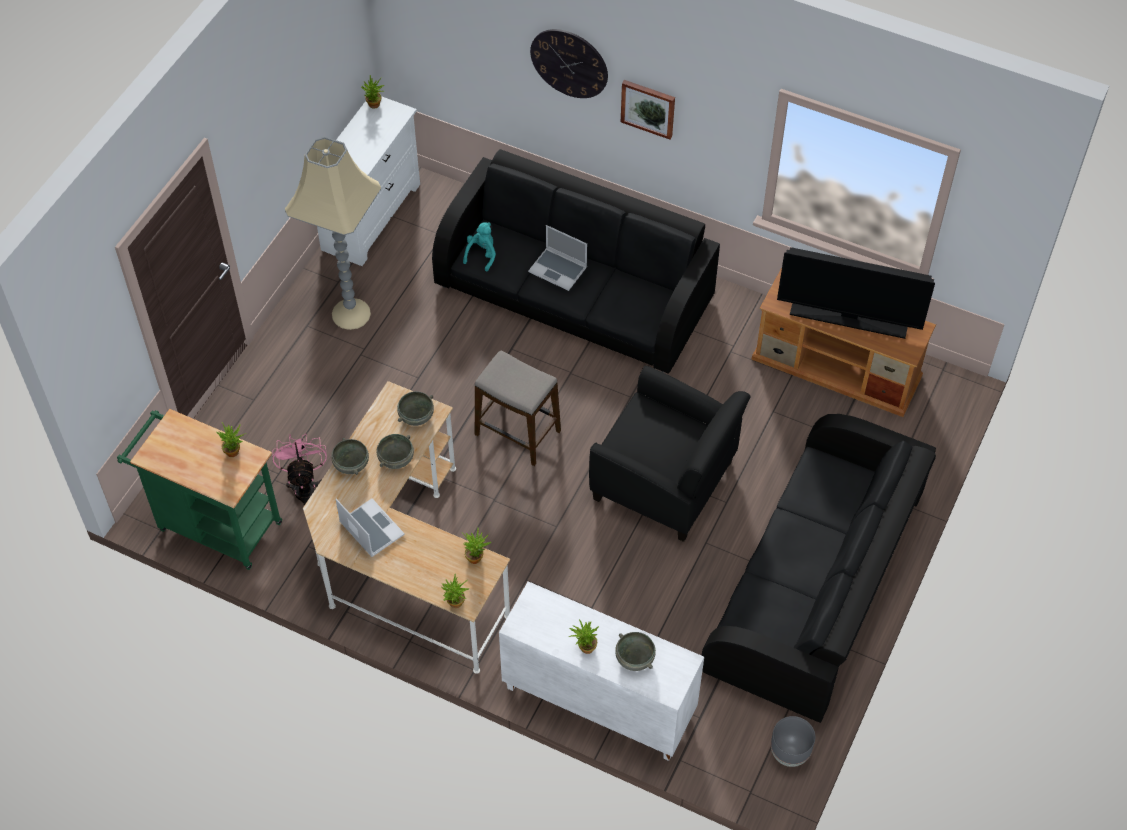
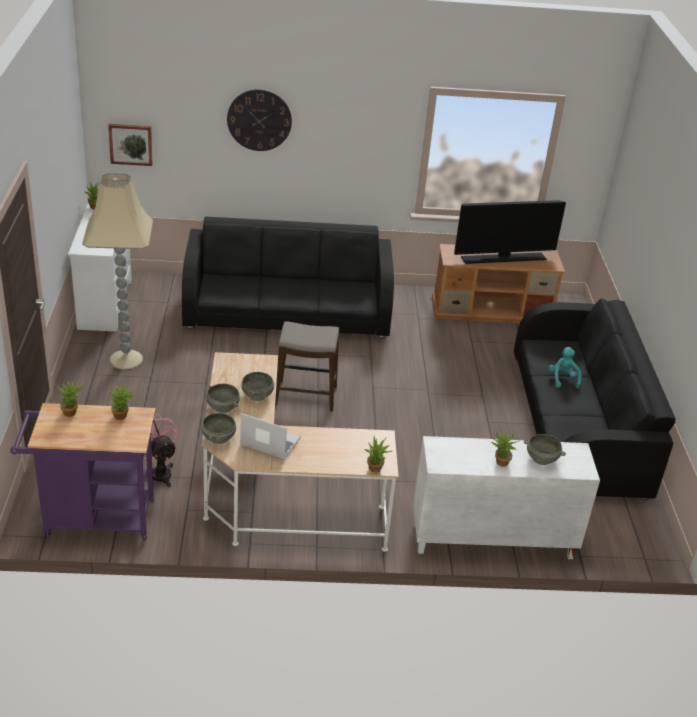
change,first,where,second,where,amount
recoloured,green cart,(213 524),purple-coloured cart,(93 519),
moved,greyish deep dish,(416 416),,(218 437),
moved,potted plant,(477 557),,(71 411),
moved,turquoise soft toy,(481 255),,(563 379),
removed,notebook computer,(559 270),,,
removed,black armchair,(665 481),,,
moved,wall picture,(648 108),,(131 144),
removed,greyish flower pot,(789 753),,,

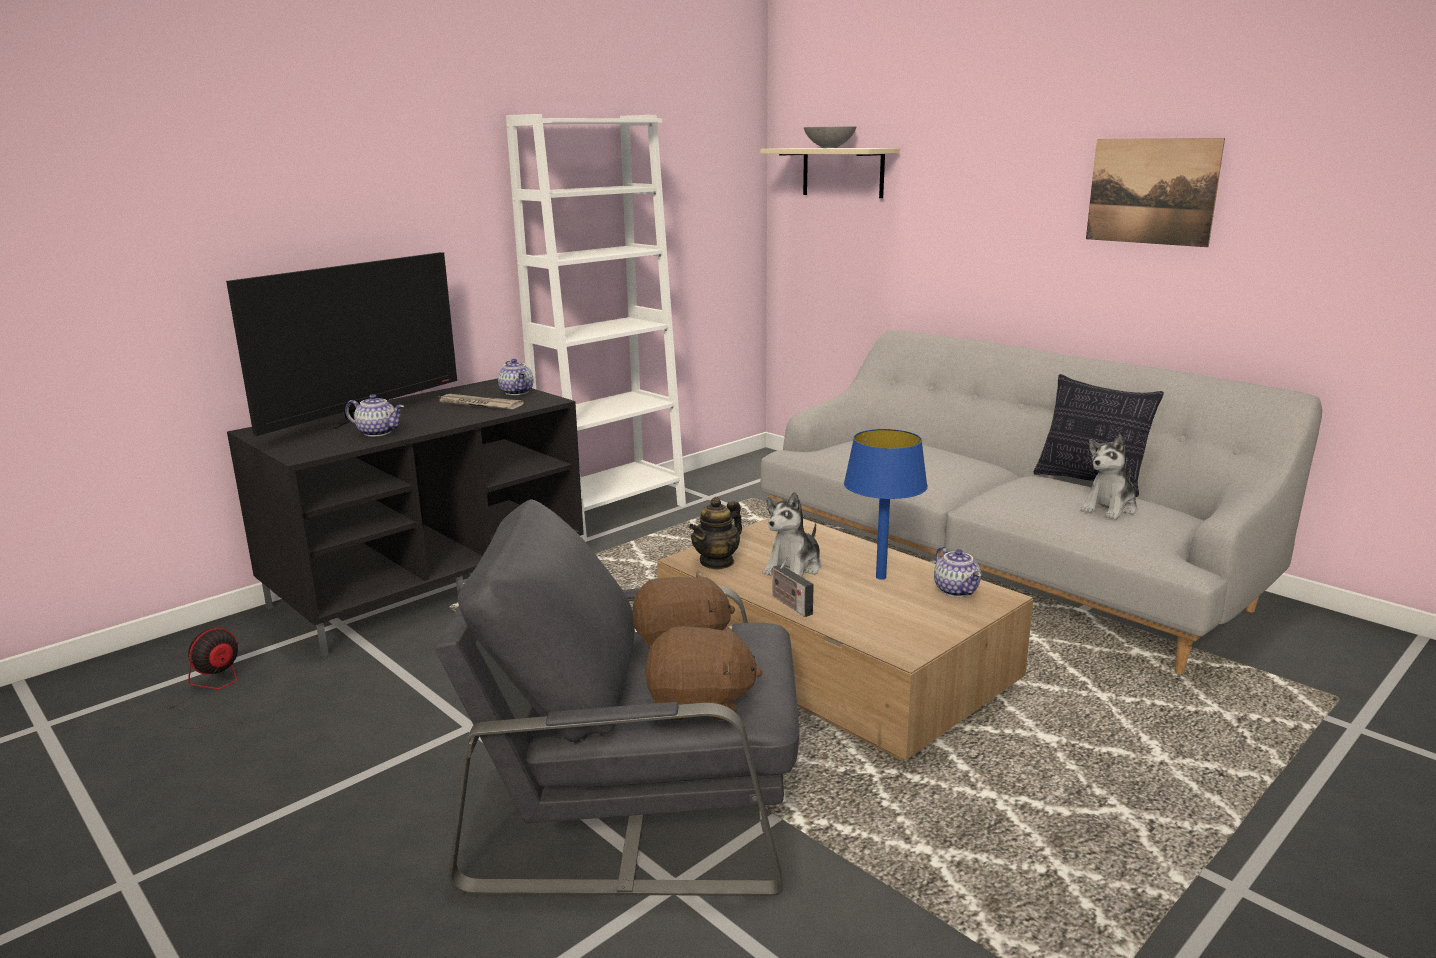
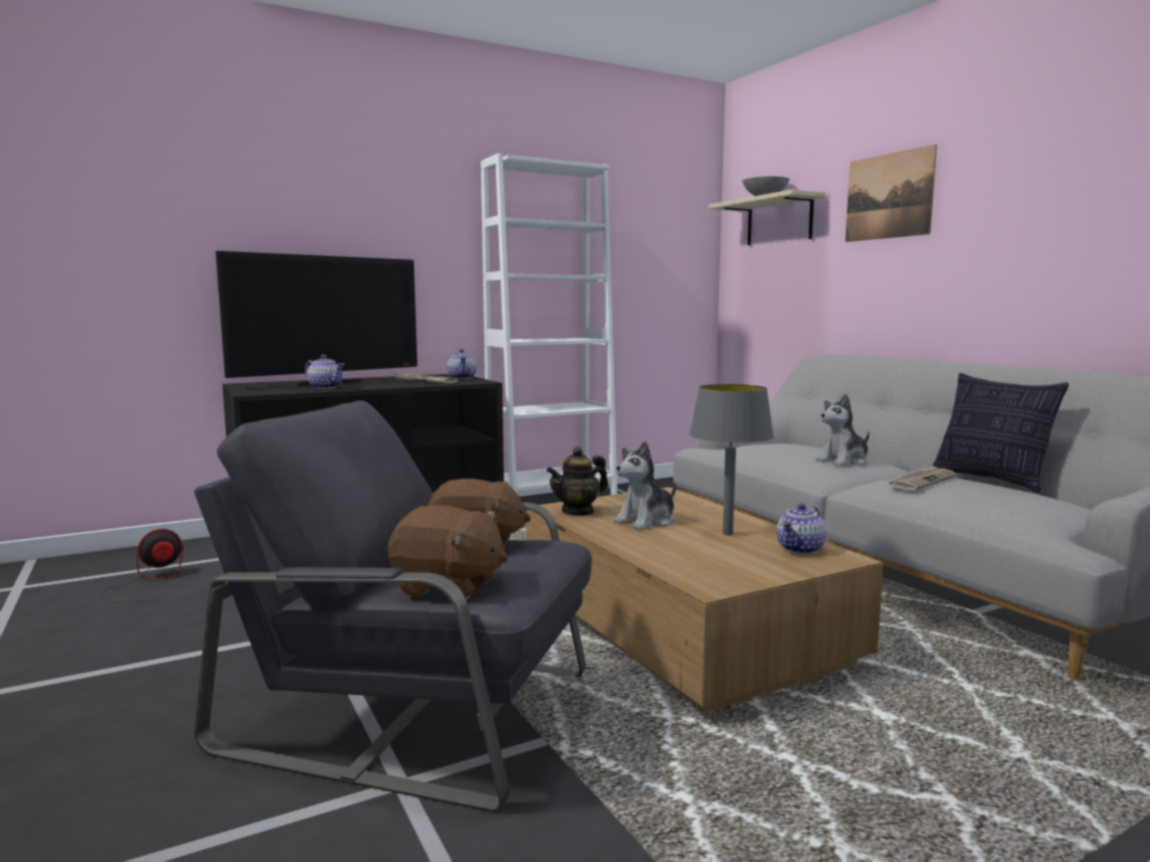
change,first,where,second,where,amount
removed,radio receiver,(789 604),,,
recoloured,blue lamp for a table,(881 577),greyish lamp for a table,(727 534),
turned,teapot,(957 590),,(801 549),45 degrees clockwise
moved,soft toy,(1110 508),,(844 461),
moved,wall picture,(1151 191),,(888 196),
added,,,newspaper,(921 481),

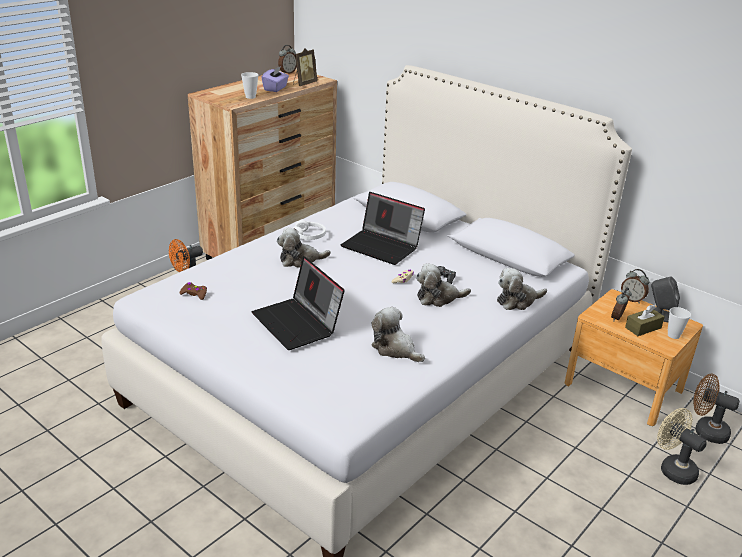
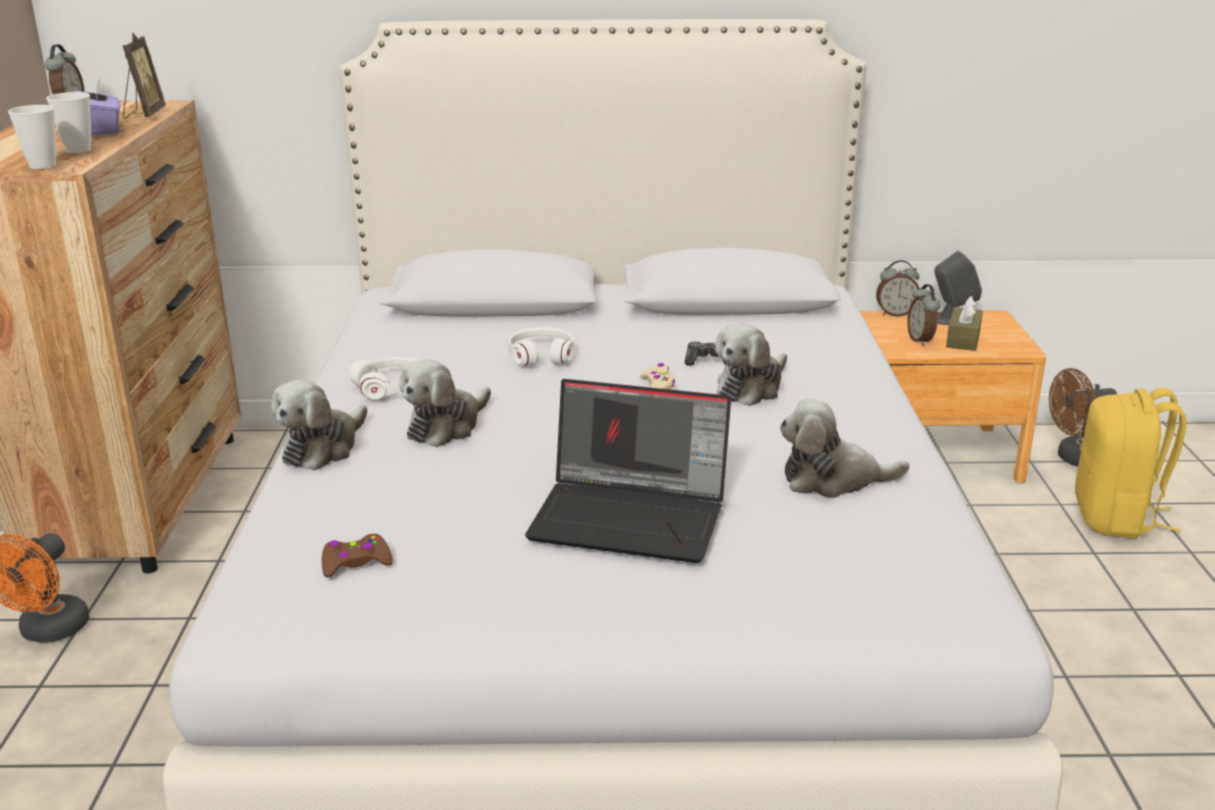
change,first,where,second,where,amount
replaced,notebook computer,(382 246),white-coloured headset,(541 355),
moved,soft toy,(517 301),,(323 448),
replaced,beige-coloured electric fan,(673 469),yellow rucksack,(1116 518),
moved,small cup,(673 335),,(42 166),

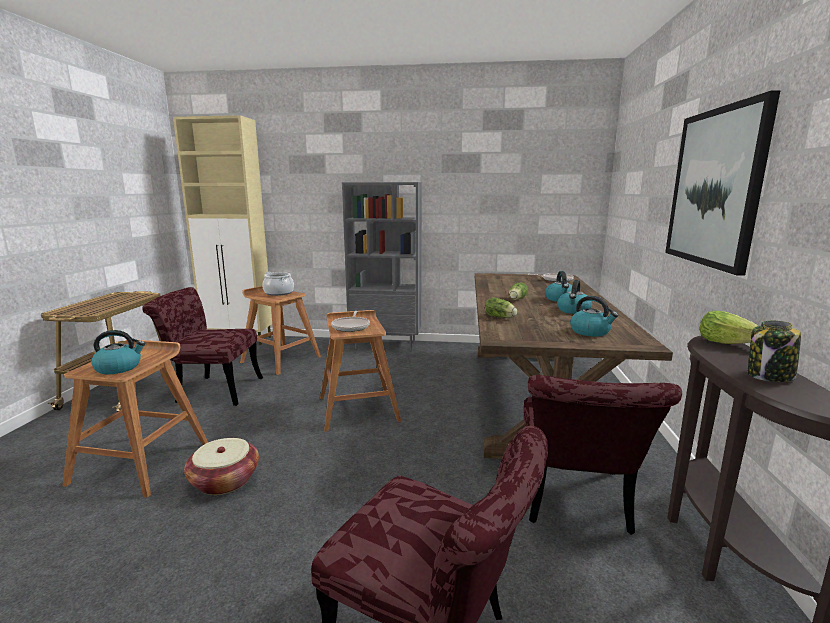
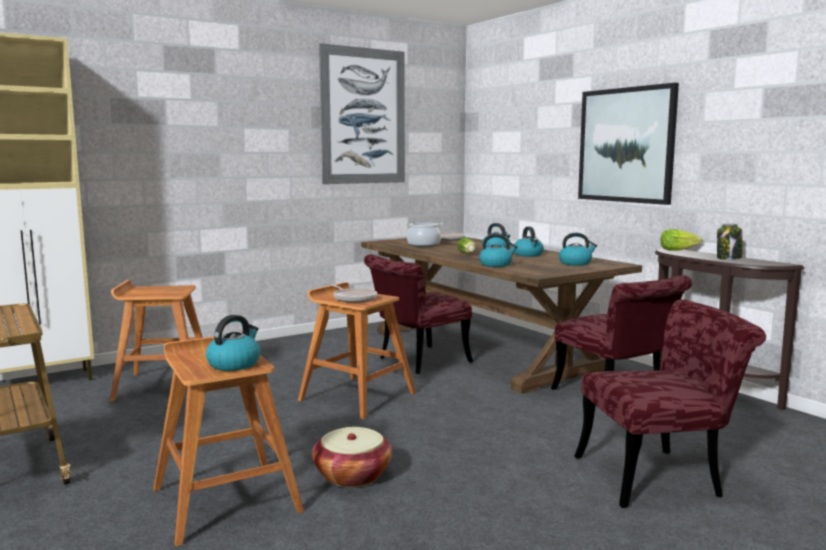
change,first,where,second,where,amount
moved,red-coloured chair,(211 390),,(416 362),
moved,cooking pot,(279 293),,(423 245),
removed,greyish bookcase,(386 345),,,
replaced,lettuce head,(501 317),water kettle,(496 264),
added,,,wall picture,(363 116),

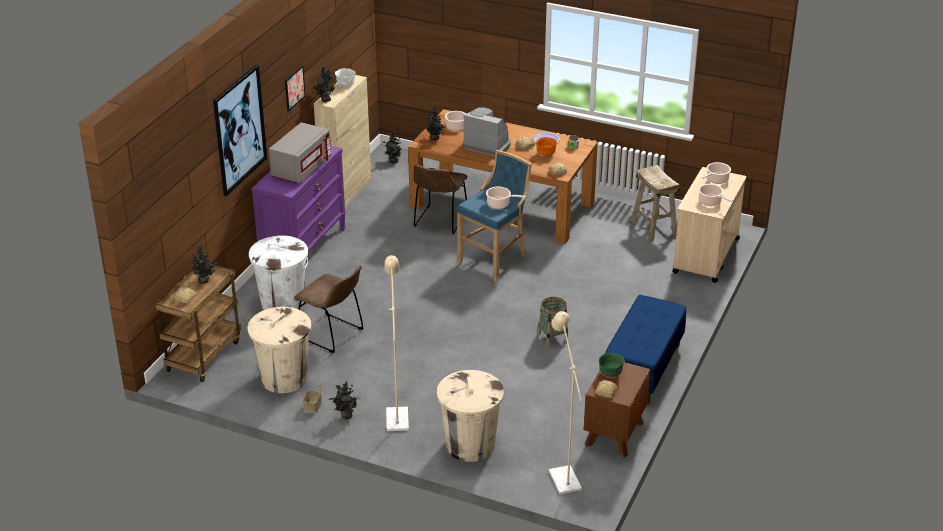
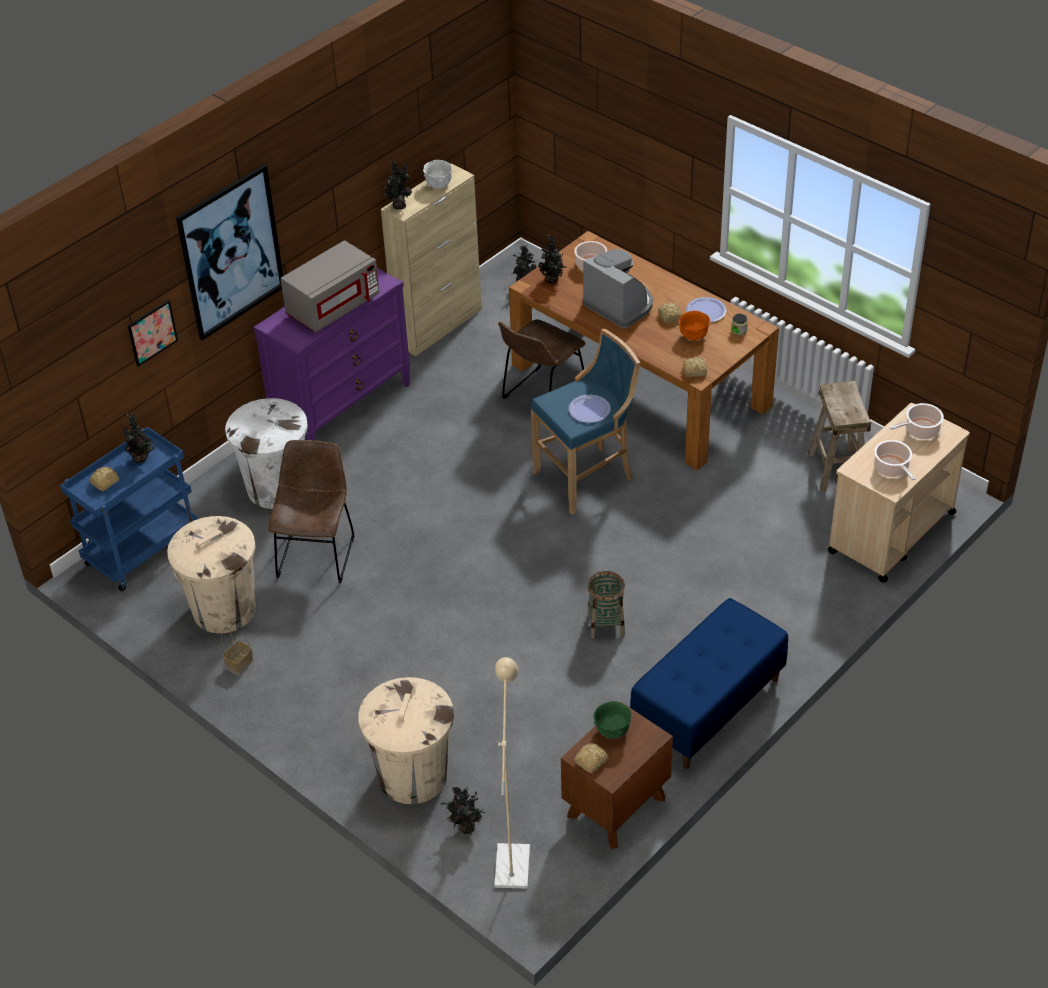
change,first,where,second,where,amount
recoloured,brownish cart,(203 355),blue cart,(142 549),
moved,wall picture,(294 88),,(152 332),
turned,brownish chair,(333 334),,(317 553),135 degrees counterclockwise
moved,potted plant,(346 416),,(465 828),
removed,beige-coloured standing lamp,(397 415),,,
replaced,cooking pot,(500 204),dinner plate,(589 410),

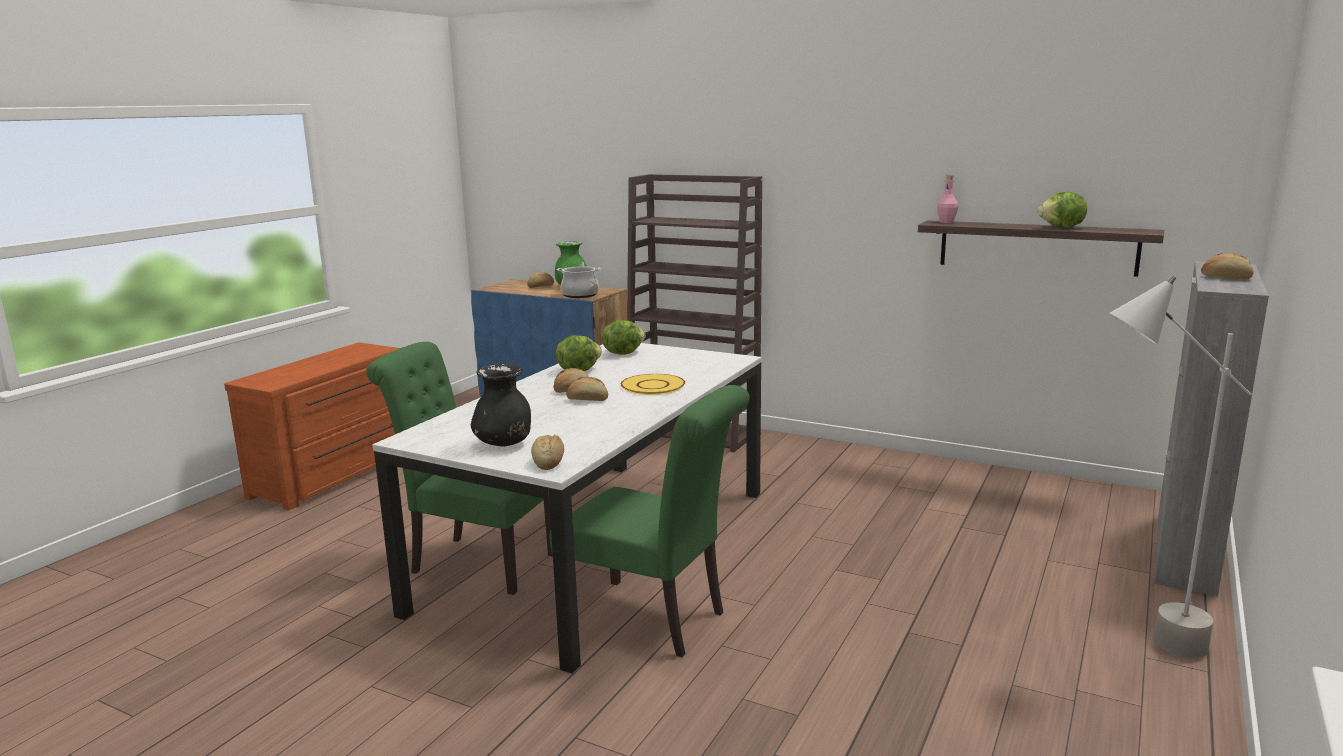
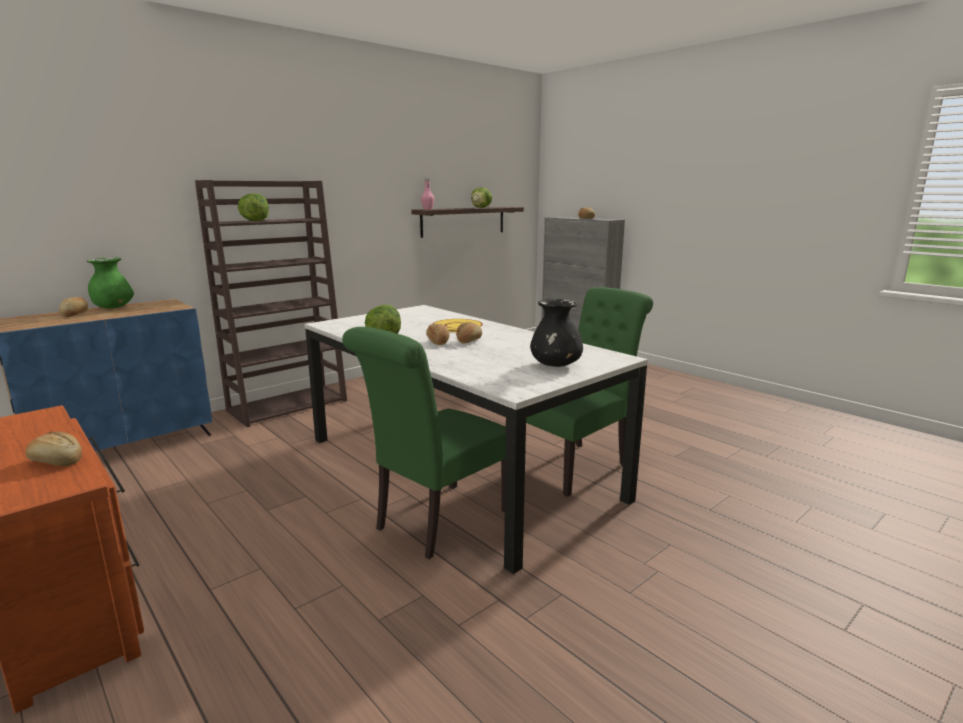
change,first,where,second,where,amount
moved,bread,(548 462),,(56 461),
removed,cooking pot,(579 295),,,
moved,lettuce head,(622 353),,(255 221),
removed,greyish standing lamp,(1140 645),,,

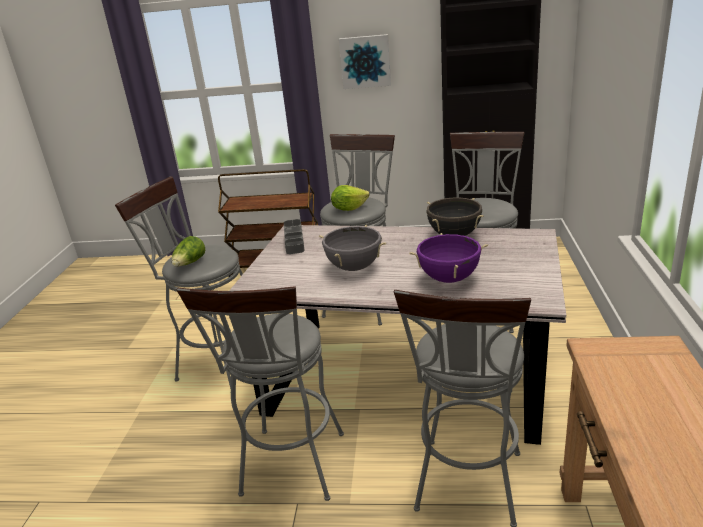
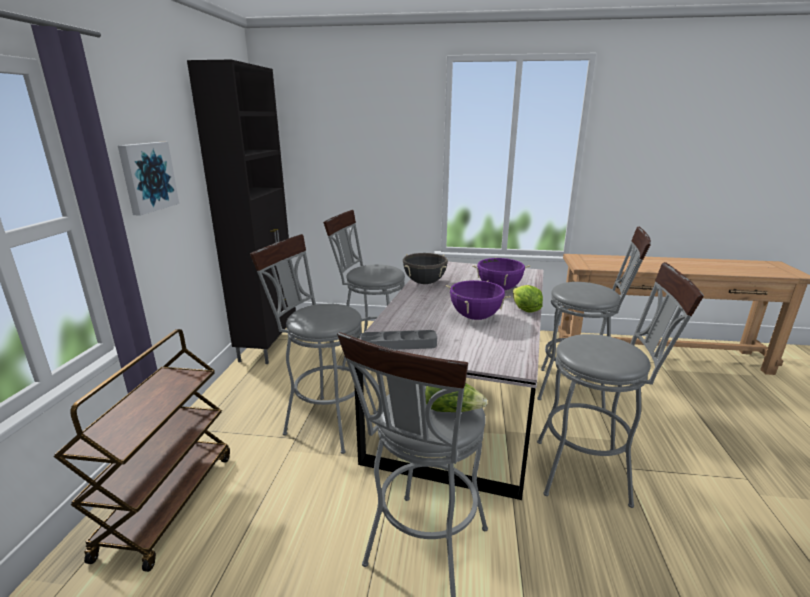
change,first,where,second,where,amount
recoloured,greyish cooking pot,(354 267),purple-coloured cooking pot,(475 317),
moved,lettuce head,(349 209),,(525 310),

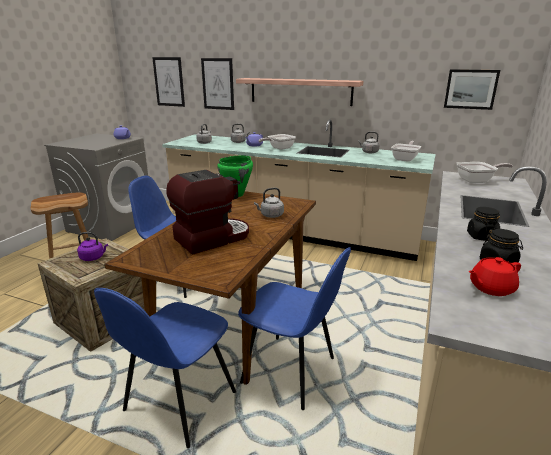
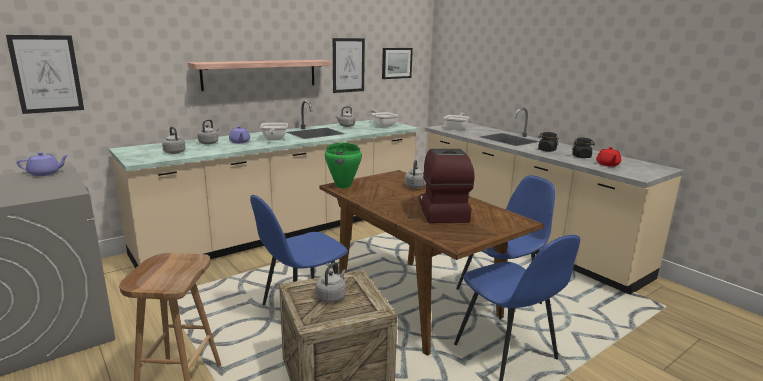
change,first,where,second,where,amount
recoloured,purple-coloured water kettle,(93 258),greyish water kettle,(331 296),
moved,wall picture,(218 84),,(348 65),

